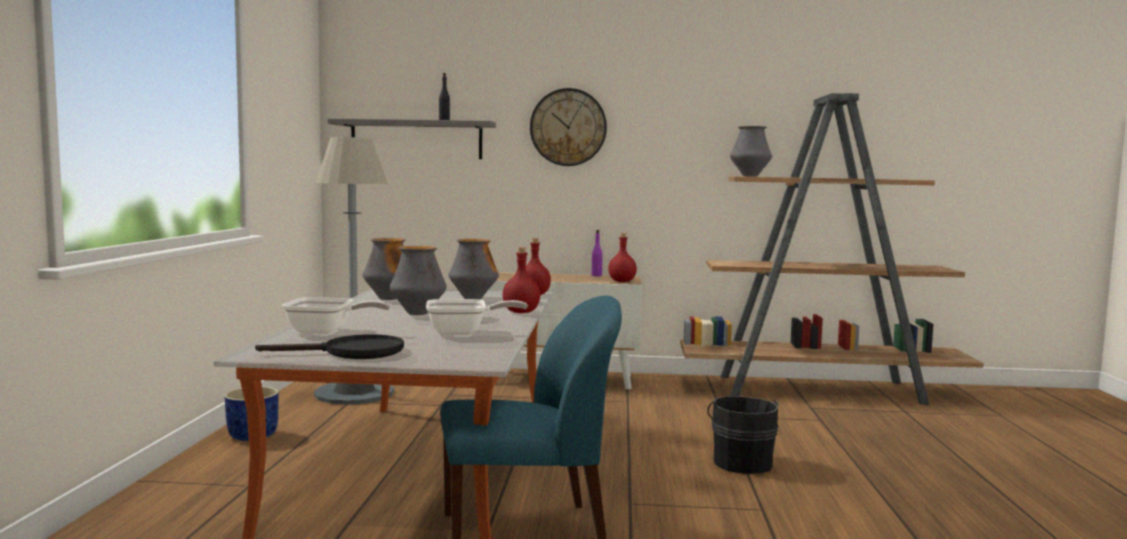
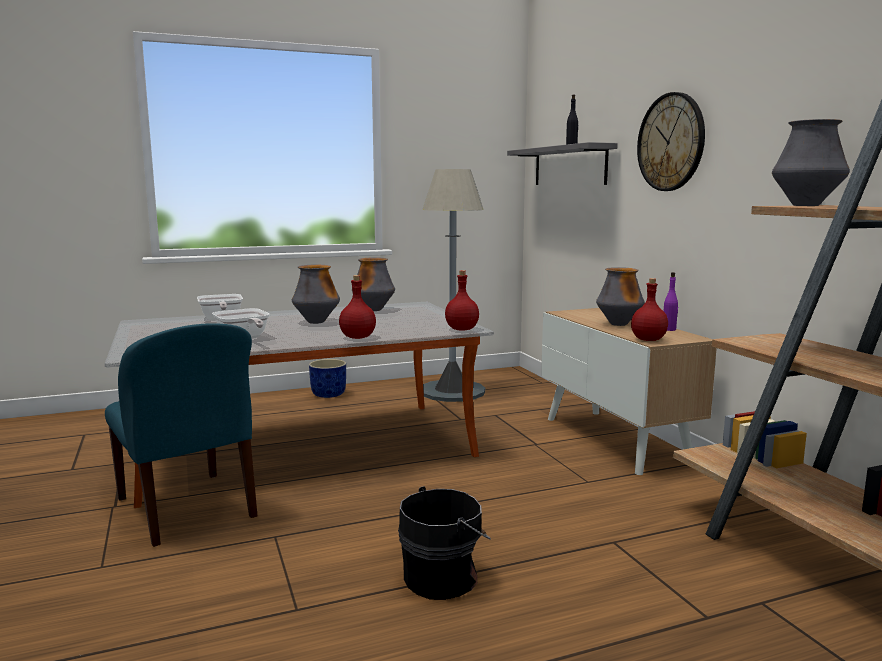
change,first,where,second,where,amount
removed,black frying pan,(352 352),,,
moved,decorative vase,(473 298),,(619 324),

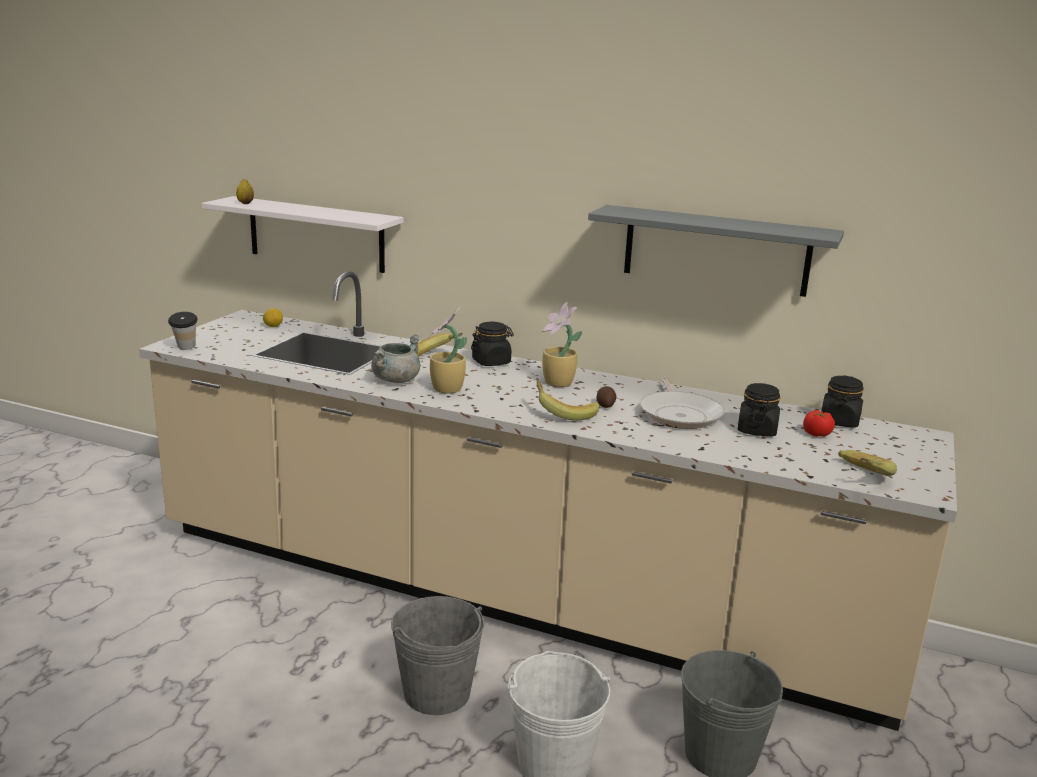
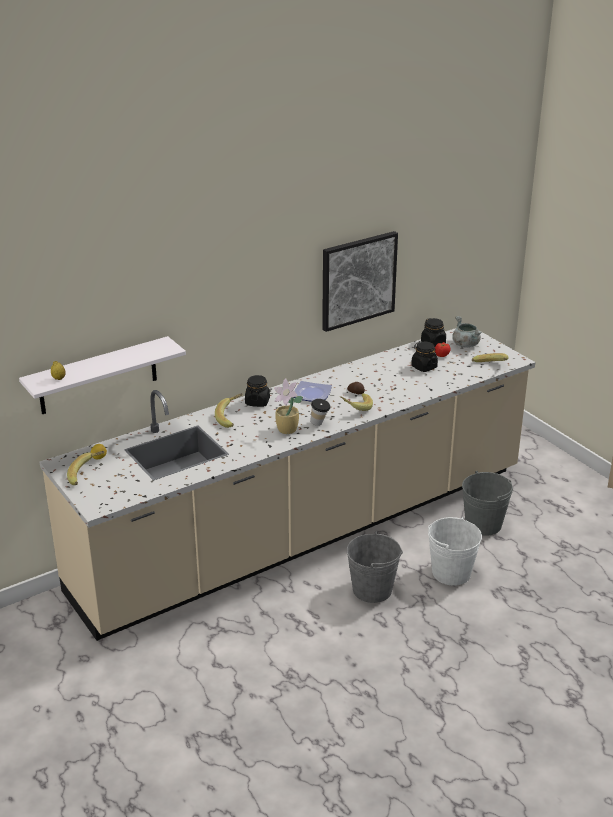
change,first,where,second,where,amount
moved,small cup,(185 349),,(320 424),
moved,greyish cooking pot,(396 379),,(465 344),
replaced,potted plant,(558 383),dinner plate,(313 394),
replaced,greyish bracket shelf,(716 250),wall picture,(358 280),
removed,frying pan,(680 414),,,
added,,,whole banana,(87 475),

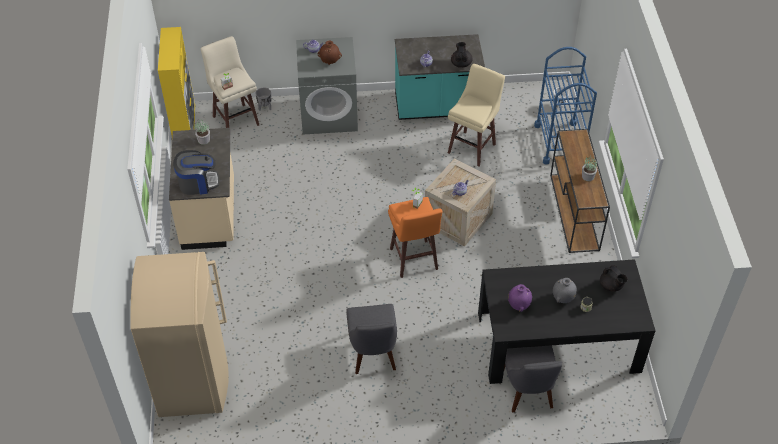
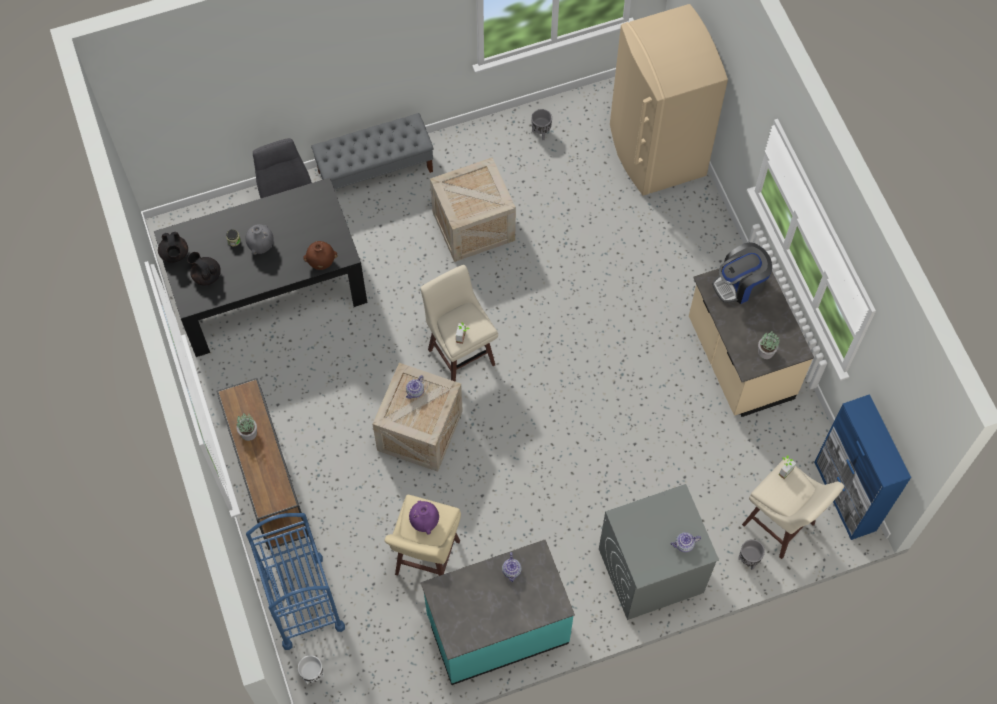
change,first,where,second,where,amount
recoloured,yellow storage cabinet,(185 125),blue storage cabinet,(845 496),
moved,brownish decorative vase,(330 62),,(321 262),
replaced,greyish chair,(373 353),crate,(474 225),
recoloured,orange stool,(413 260),beige-coloured stool,(461 355),
moved,black teapot,(461 63),,(175 254),
moved,purple-coloured decorative vase,(518 305),,(424 522),
added,,,greyish bench,(375 171),
added,,,greyish flower pot,(541 132),

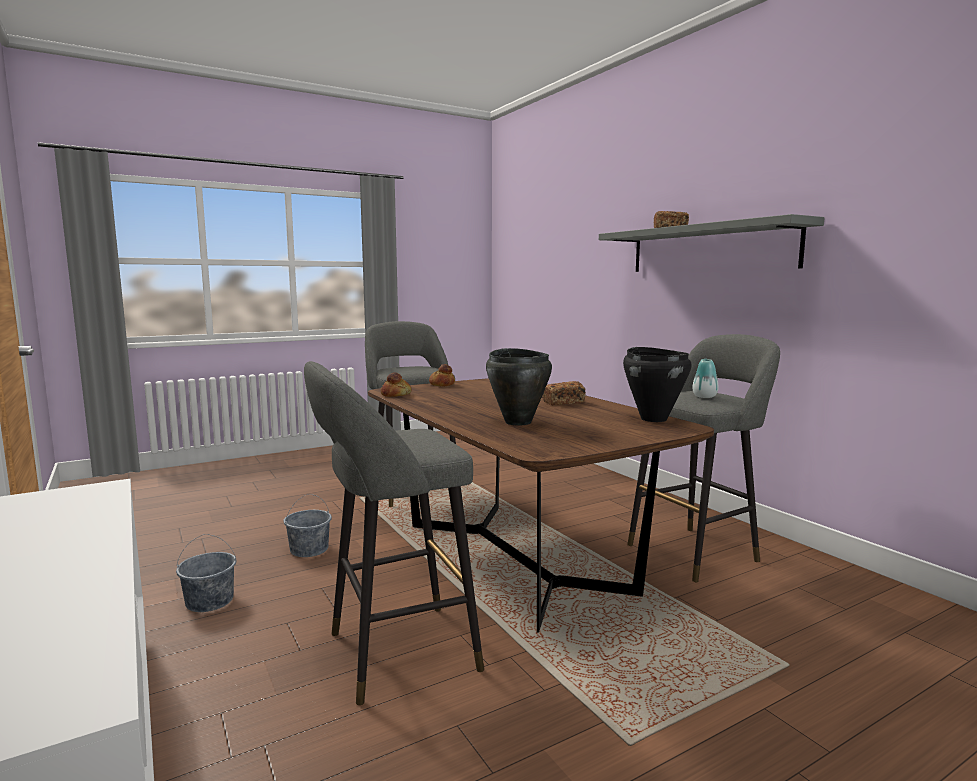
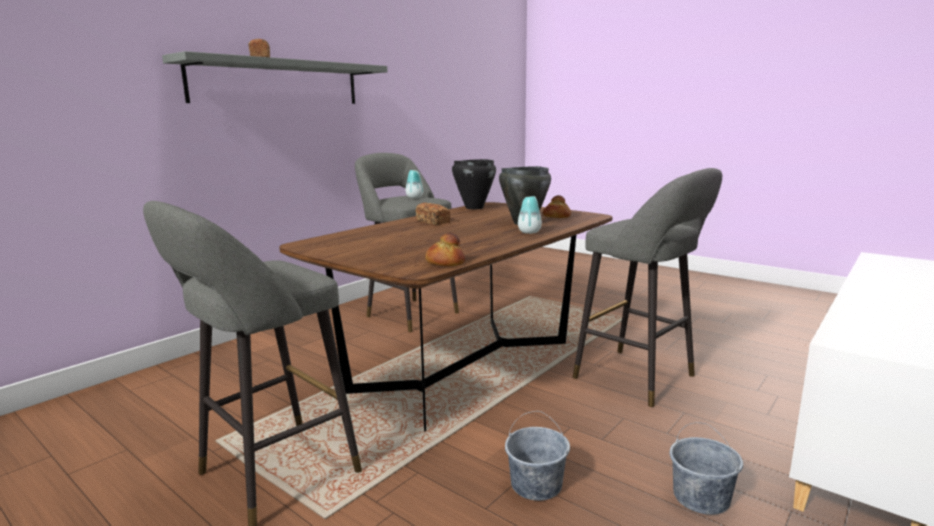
change,first,where,second,where,amount
moved,bread,(442 384),,(556 217),
added,,,decorative vase,(529 232),

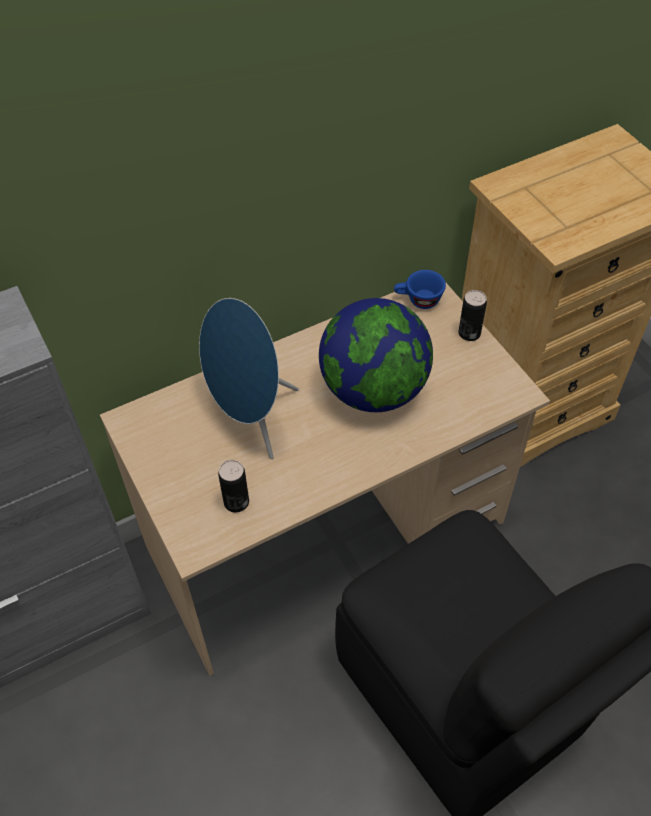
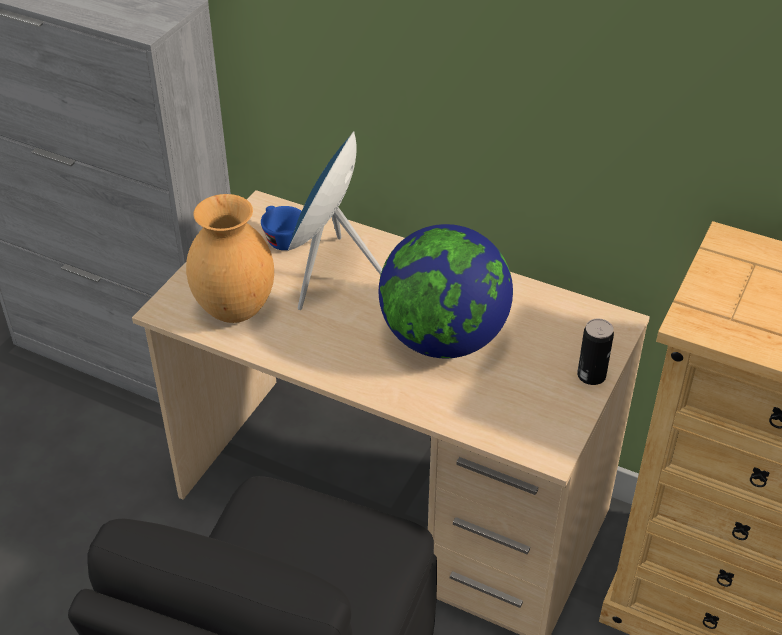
change,first,where,second,where,amount
replaced,can,(236 502),brownish decorative vase,(234 311),
moved,blue small cup,(418 300),,(281 238),

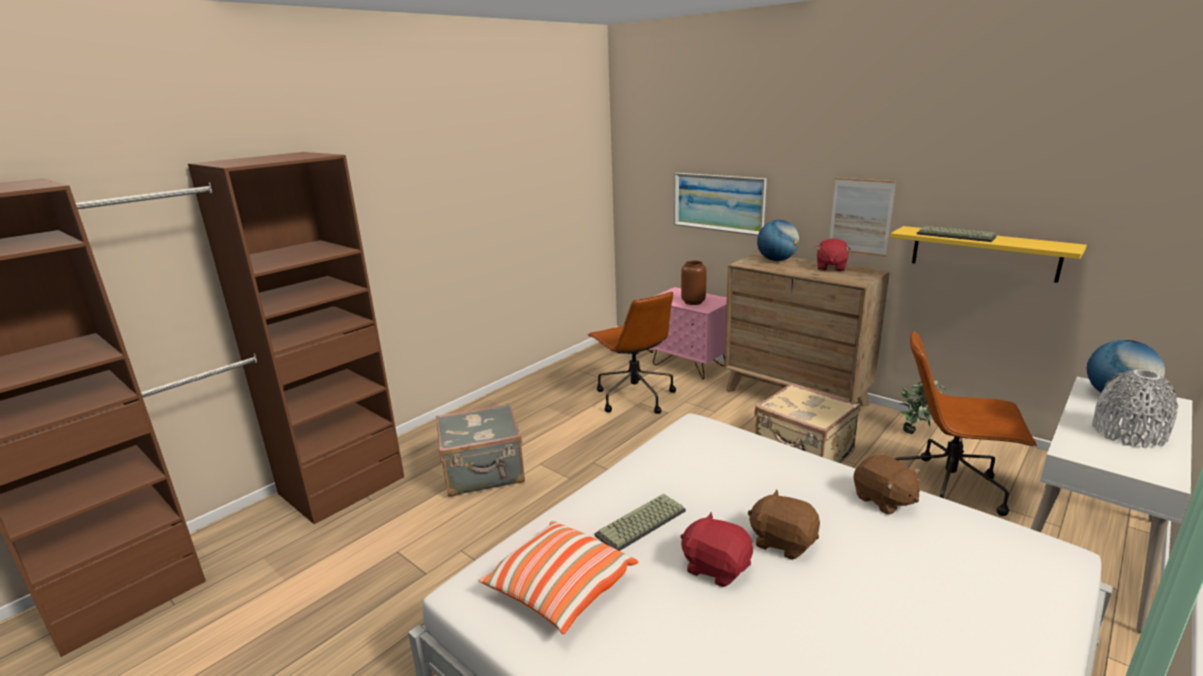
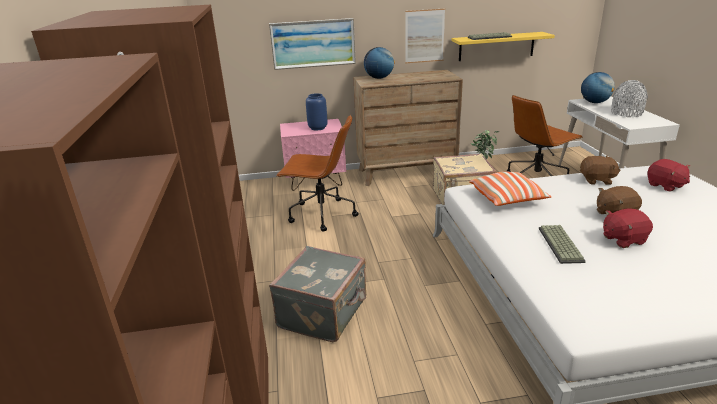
change,first,where,second,where,amount
moved,cushion,(560 589),,(507 199),
recoloured,brownish decorative vase,(693 302),blue decorative vase,(317 128),
moved,red-coloured soft toy,(830 267),,(665 185),

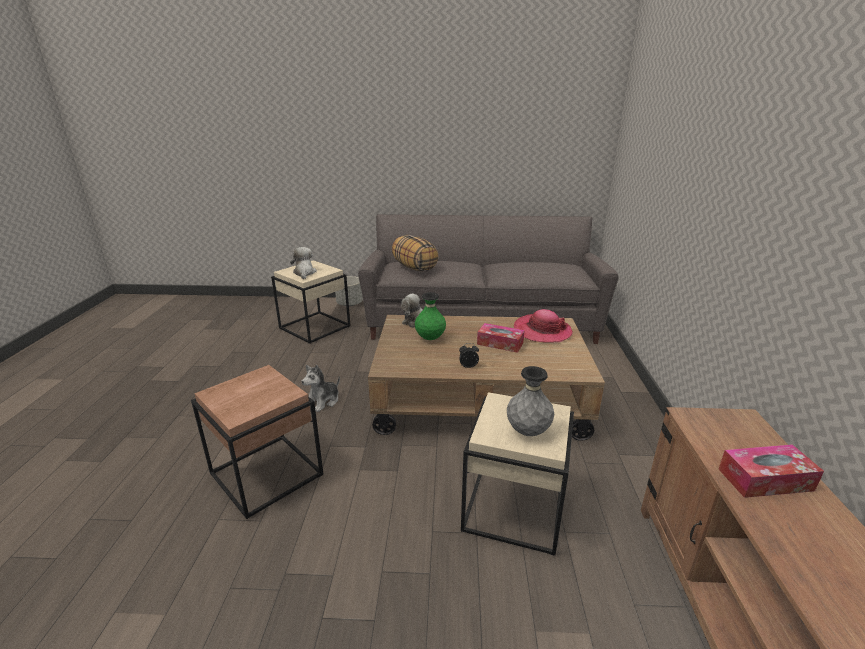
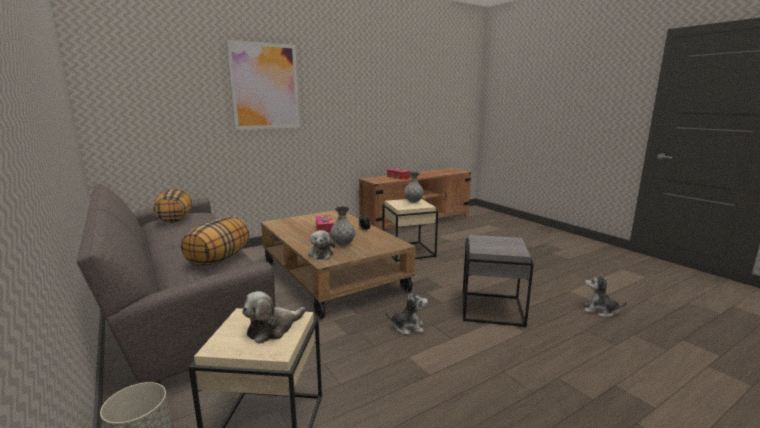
change,first,where,second,where,amount
recoloured,brownish accent table,(266 475),greyish accent table,(492 309),
recoloured,green decorative vase,(430 338),greyish decorative vase,(343 245),
removed,clothing hat,(542 331),,,
added,,,cushion,(175 219),
added,,,wall picture,(265 86),
added,,,soft toy,(600 311),

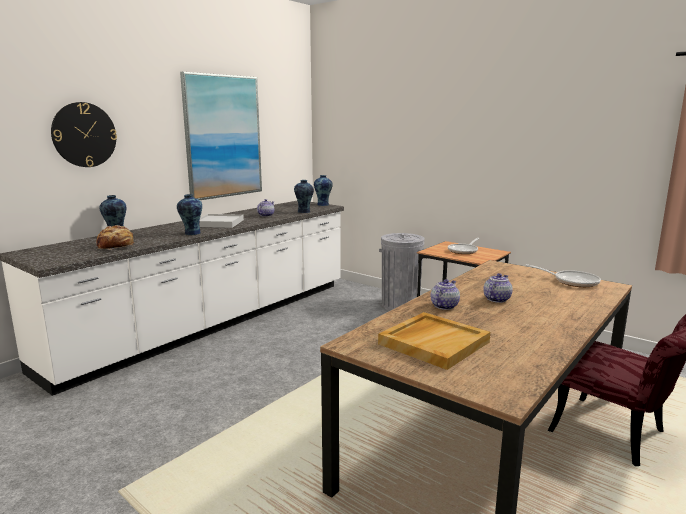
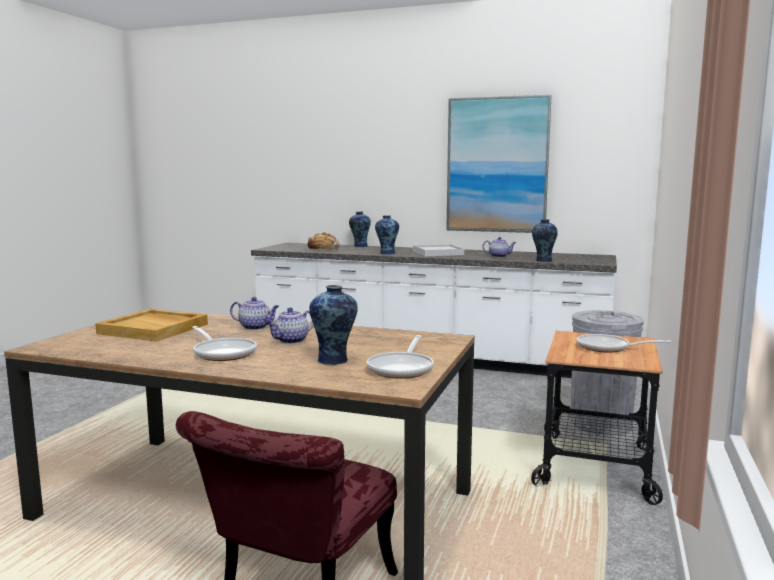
change,first,where,second,where,amount
removed,clock on the wall,(84 135),,,
moved,decorative vase,(323 205),,(334 360),
turned,teapot,(496 299),,(291 341),120 degrees clockwise
added,,,frying pan,(223 353),

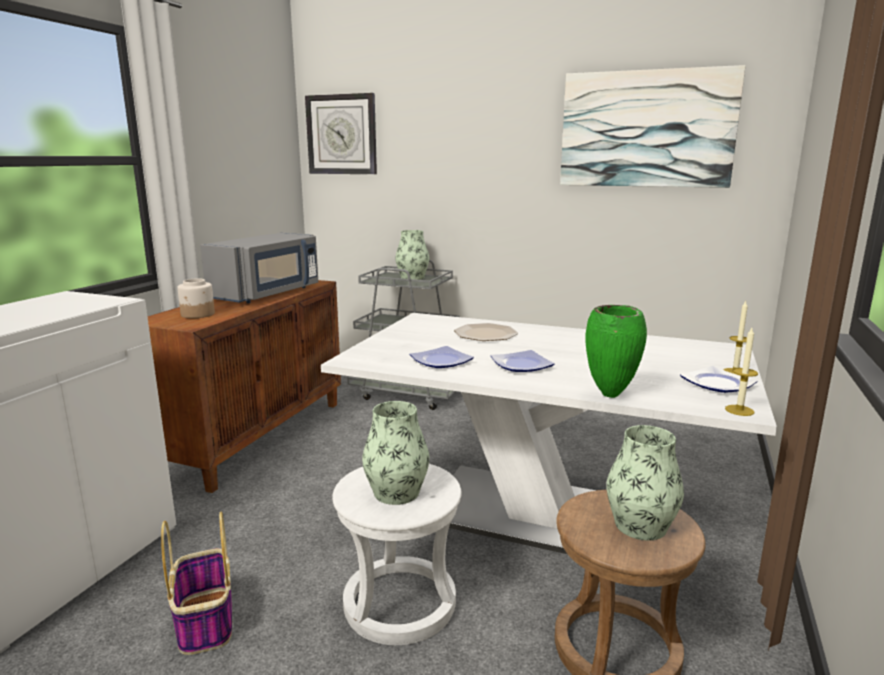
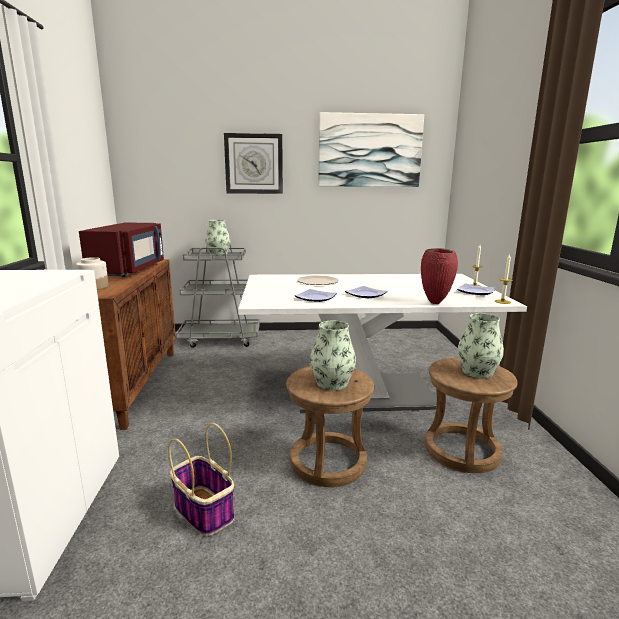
change,first,where,second,where,amount
recoloured,greyish microwave oven,(268 294),red-coloured microwave oven,(129 270),
moved,clock on the wall,(342 134),,(254 164),
recoloured,white-coloured stool,(399 604),brownish stool,(327 462),
recoloured,green decorative vase,(611 395),red-coloured decorative vase,(436 303),

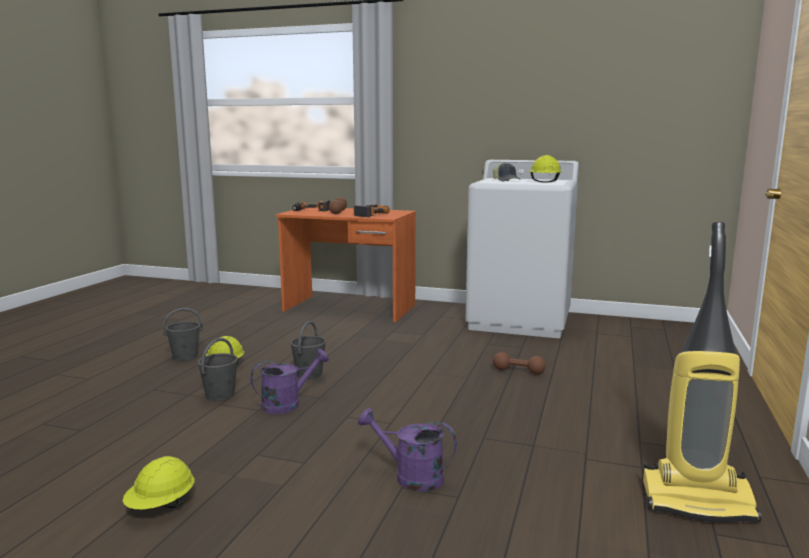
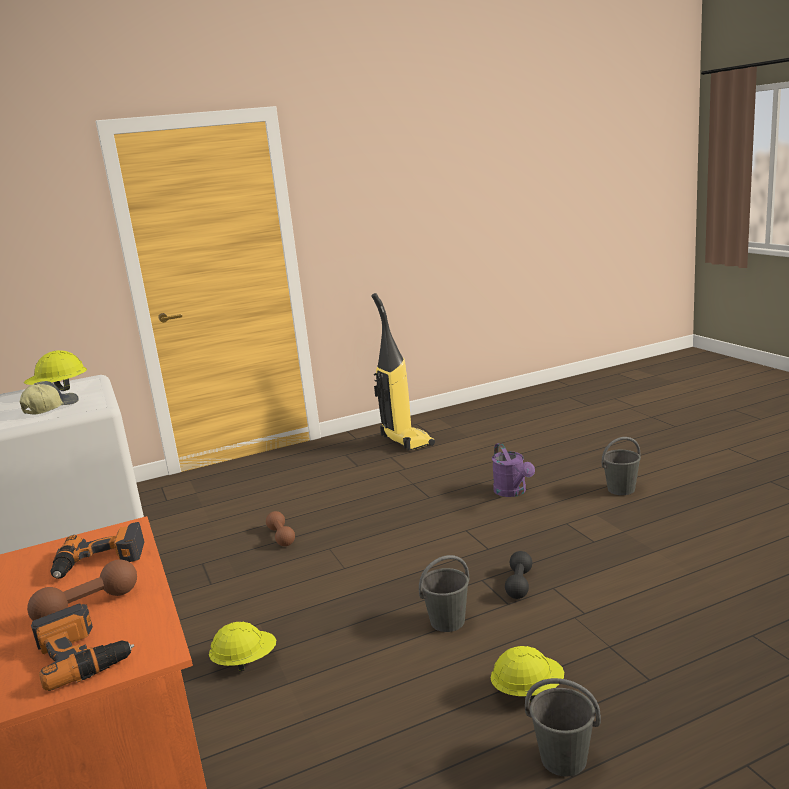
change,first,where,second,where,amount
moved,yellow hard hat,(161 506),,(245 662),
moved,greyish water bucket,(220 395),,(620 489),
replaced,purple-coloured sprinkling can,(287 404),black dumbbell,(519 584),

